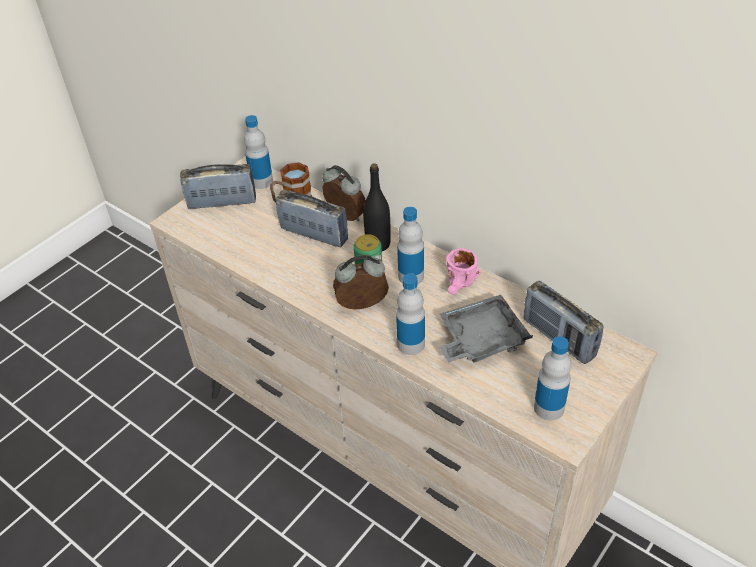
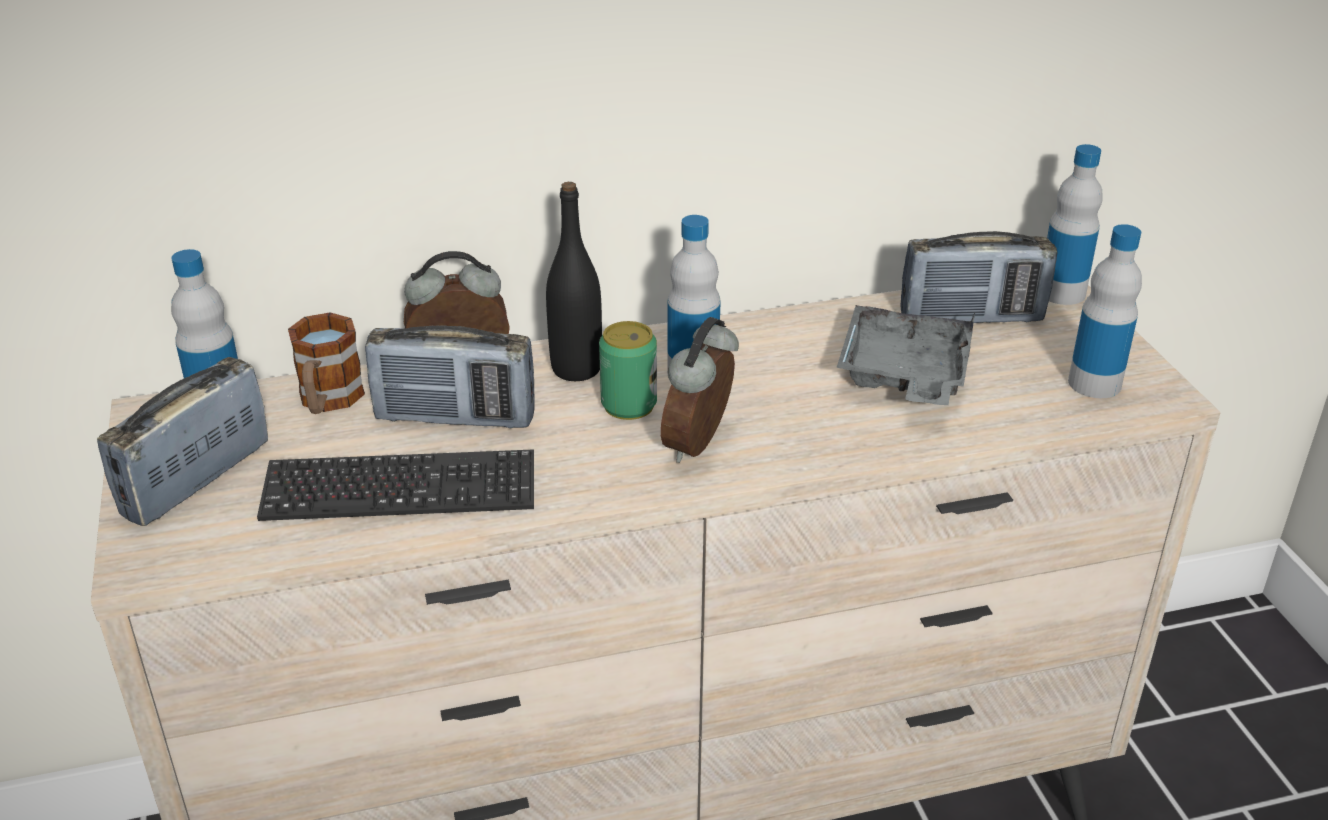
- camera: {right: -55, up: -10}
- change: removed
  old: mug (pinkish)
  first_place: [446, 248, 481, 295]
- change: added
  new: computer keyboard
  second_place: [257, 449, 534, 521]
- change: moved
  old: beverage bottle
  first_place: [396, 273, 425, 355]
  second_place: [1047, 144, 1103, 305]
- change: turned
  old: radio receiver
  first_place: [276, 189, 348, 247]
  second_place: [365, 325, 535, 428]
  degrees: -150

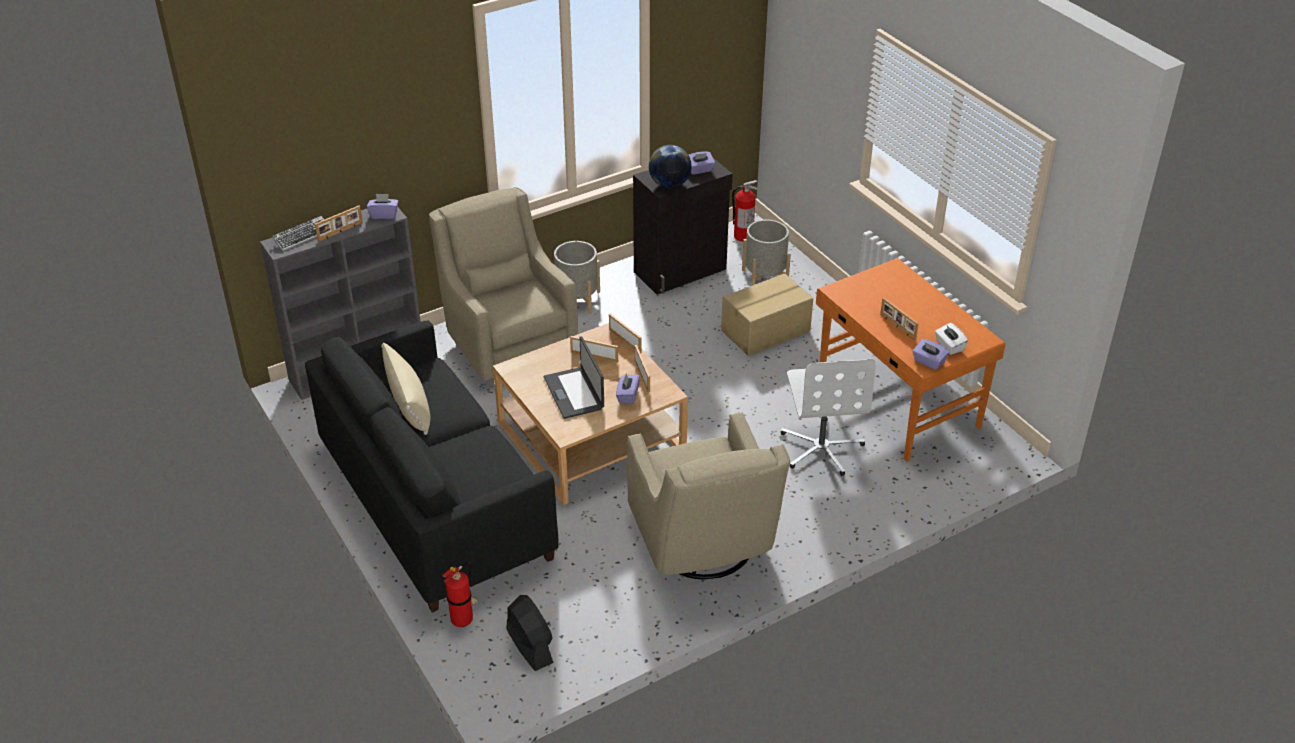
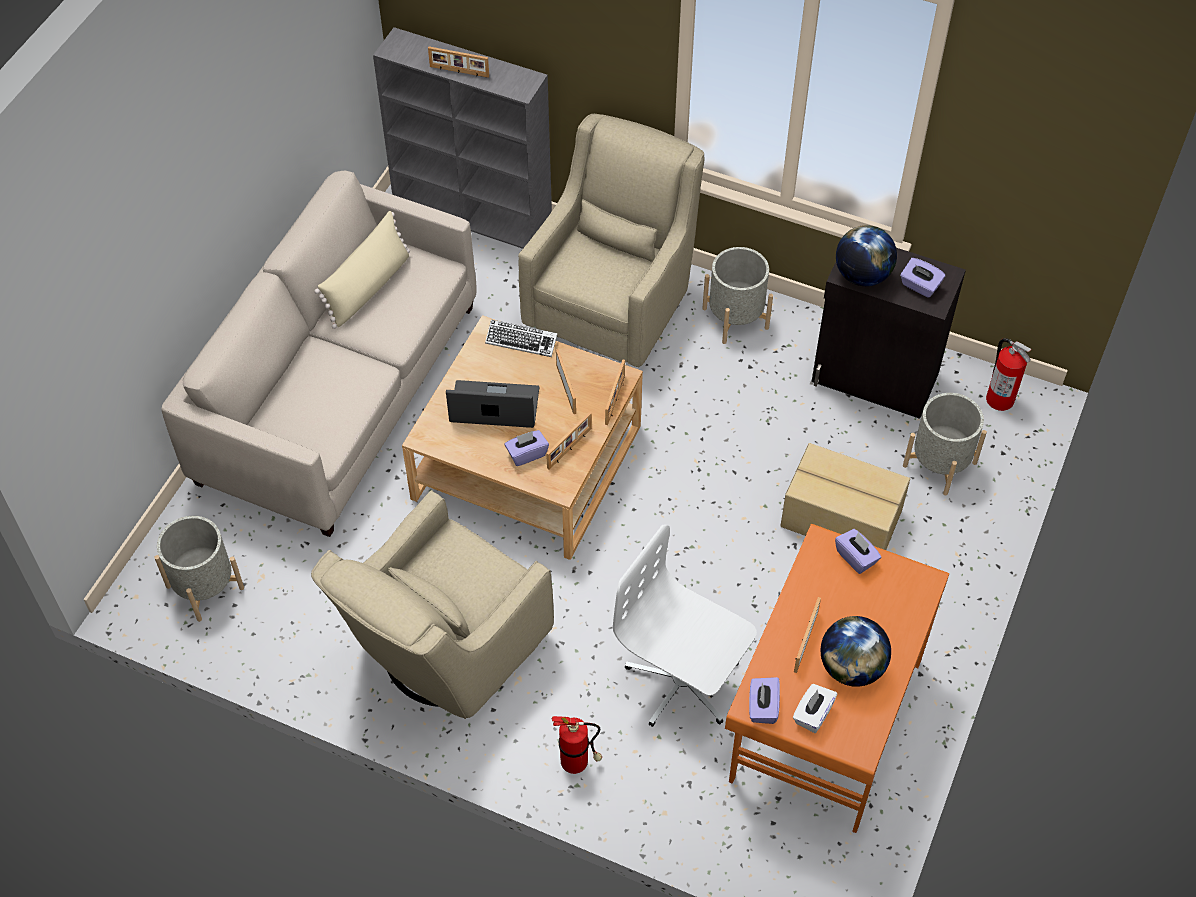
- camera: {right: 55, up: 15}
- change: added
  new: desk globe
  second_place: [821, 616, 891, 687]
- change: moved
  old: computer keyboard
  first_place: [272, 216, 324, 251]
  second_place: [485, 320, 557, 357]
- change: moved
  old: tissue box (purple)
  first_place: [367, 194, 399, 219]
  second_place: [835, 529, 881, 574]
- change: moved
  old: extinguisher
  first_place: [442, 562, 477, 627]
  second_place: [552, 716, 602, 774]
- change: replaced
  old: cooling fan (black)
  new: flower pot (greyish)
  first_place: [506, 595, 554, 671]
  second_place: [154, 516, 244, 622]
- change: recoloured
  old: sofa (black)
  new: sofa (beige-coloured)
  first_place: [305, 320, 559, 613]
  second_place: [161, 171, 477, 537]
- change: turned
  old: portable computer
  first_place: [544, 336, 604, 419]
  second_place: [446, 380, 539, 428]
  degrees: 60
- change: turned
  old: computer chair (white)
  first_place: [781, 359, 876, 476]
  second_place: [613, 524, 757, 727]
  degrees: 75

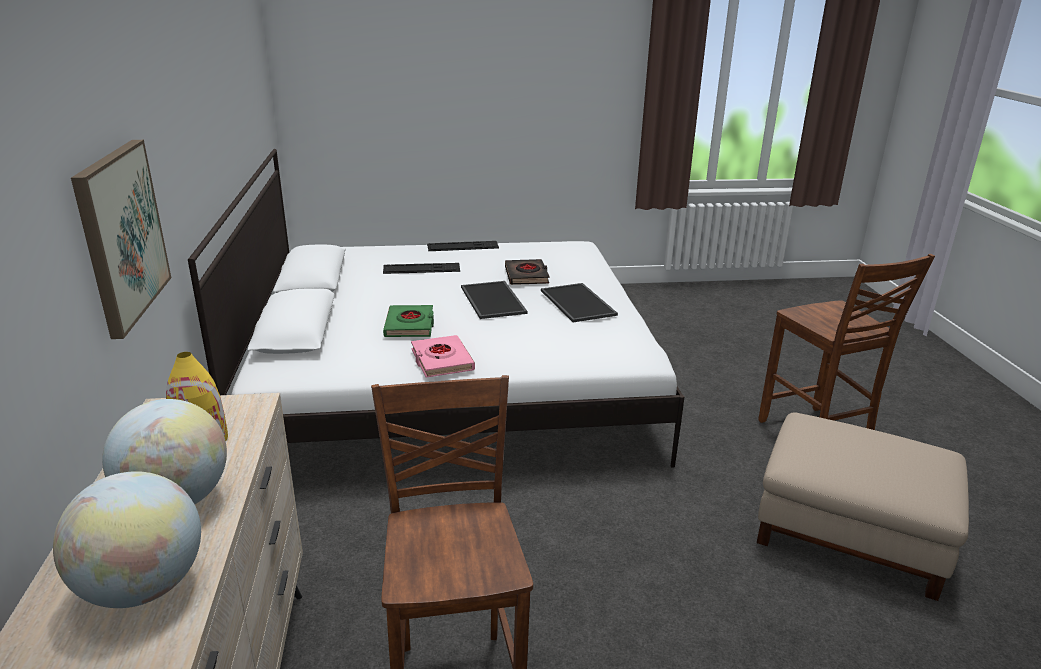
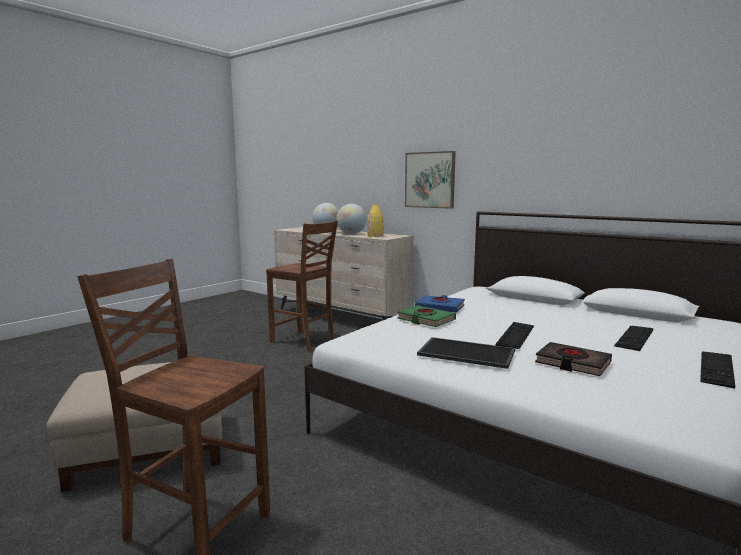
- camera: {right: 135, up: -15}
- change: moved
  old: bound book (greenish)
  first_place: [383, 305, 434, 337]
  second_place: [397, 305, 456, 327]
- change: replaced
  old: serving tray
  new: computer keyboard
  first_place: [461, 281, 527, 319]
  second_place: [496, 322, 534, 349]
- change: recoloured
  old: bound book (pinkish)
  new: bound book (blue)
  first_place: [411, 335, 475, 378]
  second_place: [415, 295, 465, 313]

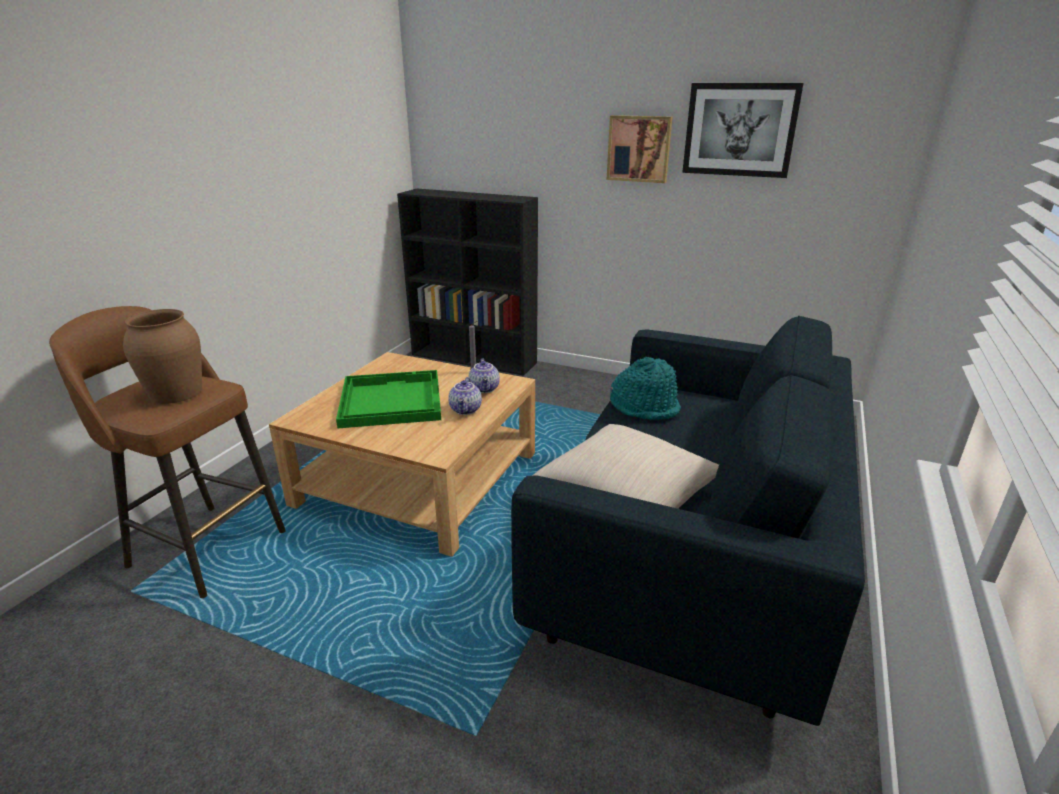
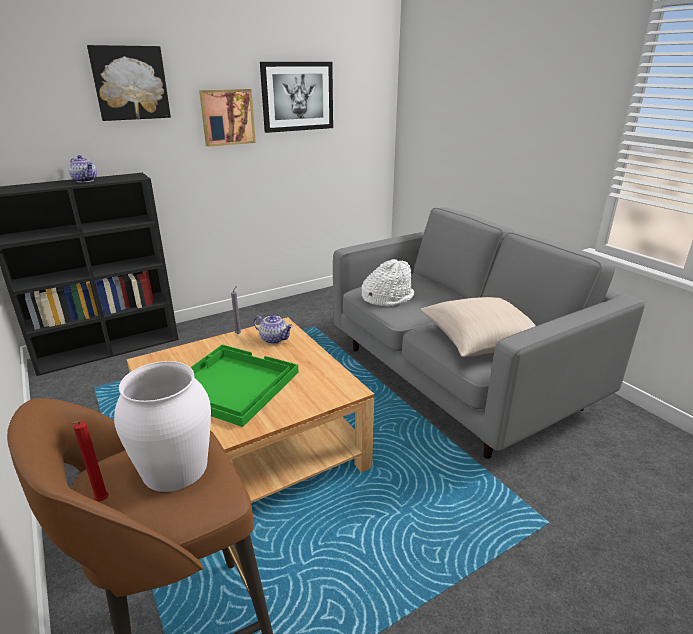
- camera: {right: -55, up: 0}
- change: added
  new: wax light (red-coloured)
  second_place: [71, 421, 109, 502]
- change: added
  new: wall picture
  second_place: [87, 45, 171, 121]
- change: moved
  old: teapot
  first_place: [448, 377, 482, 415]
  second_place: [68, 155, 97, 183]
- change: recoloured
  old: flower vase (brown-coloured)
  new: flower vase (white)
  first_place: [123, 309, 202, 404]
  second_place: [114, 361, 211, 492]
- change: recoloured
  old: sofa (blue)
  new: sofa (greyish)
  first_place: [511, 316, 865, 726]
  second_place: [333, 207, 645, 459]
- change: recoloured
  old: hat (blue-green)
  new: hat (white)
  first_place: [610, 357, 681, 420]
  second_place: [362, 259, 414, 306]

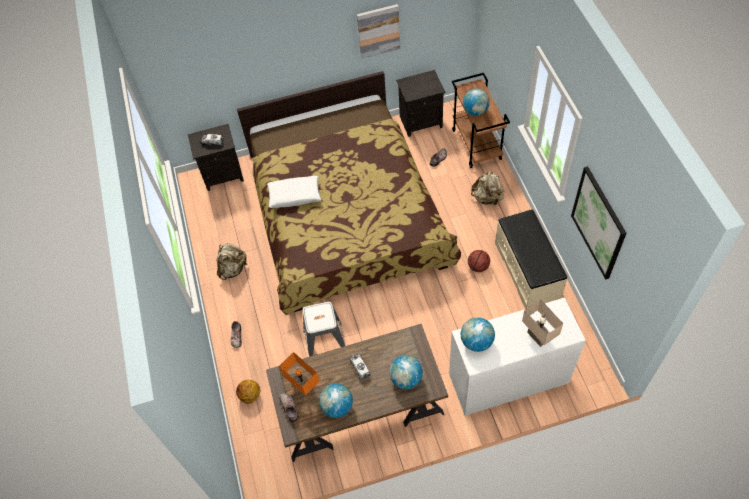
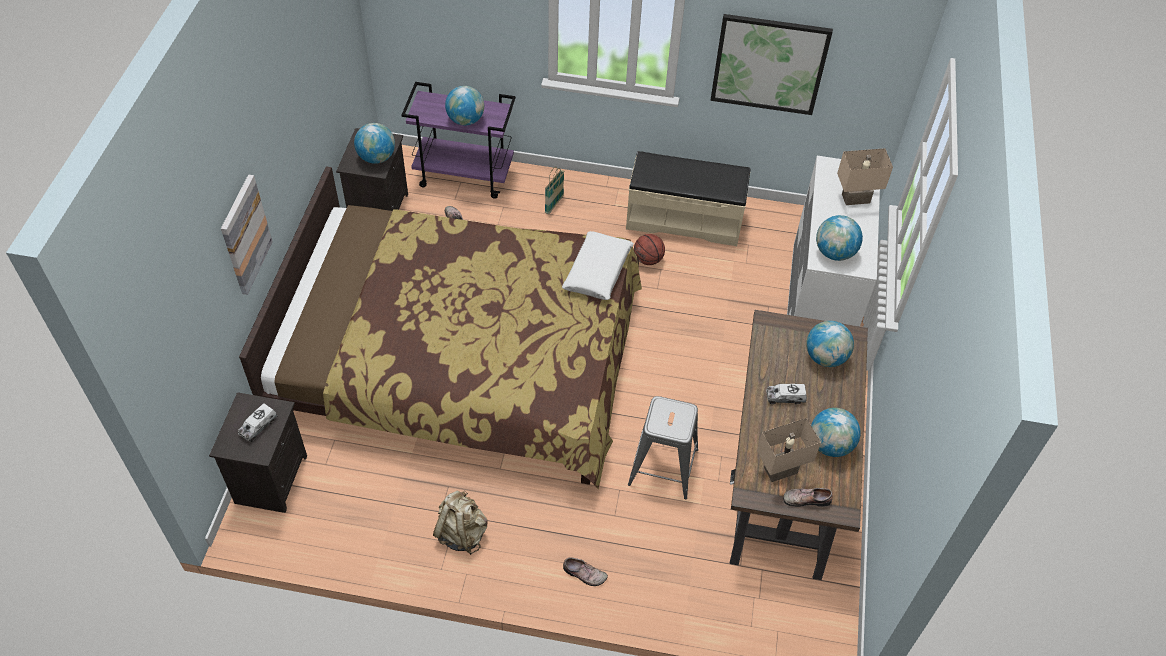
- camera: {right: -70, up: -5}
- change: removed
  old: basketball ball
  first_place: [236, 380, 260, 404]
- change: added
  new: desk globe
  second_place: [354, 123, 395, 164]
- change: moved
  old: throw pillow (white)
  first_place: [267, 176, 321, 208]
  second_place: [562, 231, 634, 300]
- change: moved
  old: wall picture
  first_place: [357, 4, 400, 59]
  second_place: [221, 175, 273, 295]
- change: replaced
  old: backpack (beige-coloured)
  new: storage basket
  first_place: [471, 170, 505, 206]
  second_place: [545, 166, 564, 214]
- change: recoloured
  old: tabletop lamp (orange)
  new: tabletop lamp (beige-coloured)
  first_place: [279, 352, 320, 396]
  second_place: [757, 418, 821, 482]
- change: recoloured
  old: trolley (brown-coloured)
  new: trolley (purple)
  first_place: [452, 73, 510, 168]
  second_place: [401, 82, 516, 198]

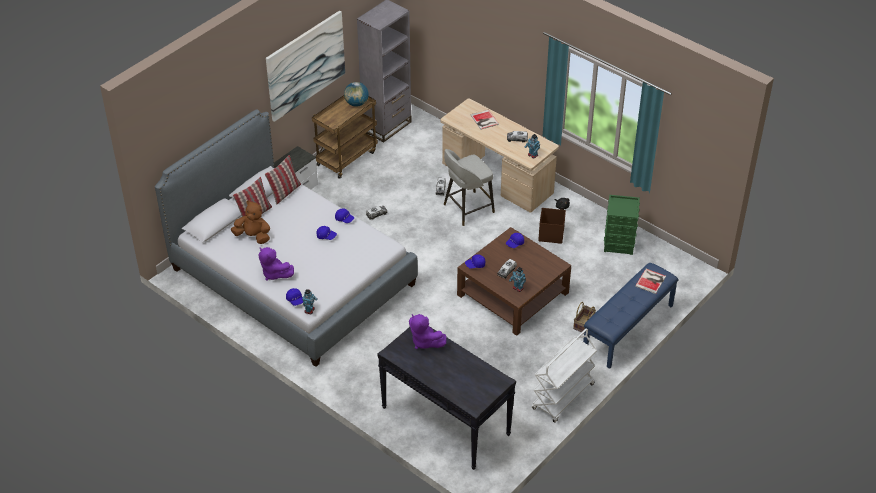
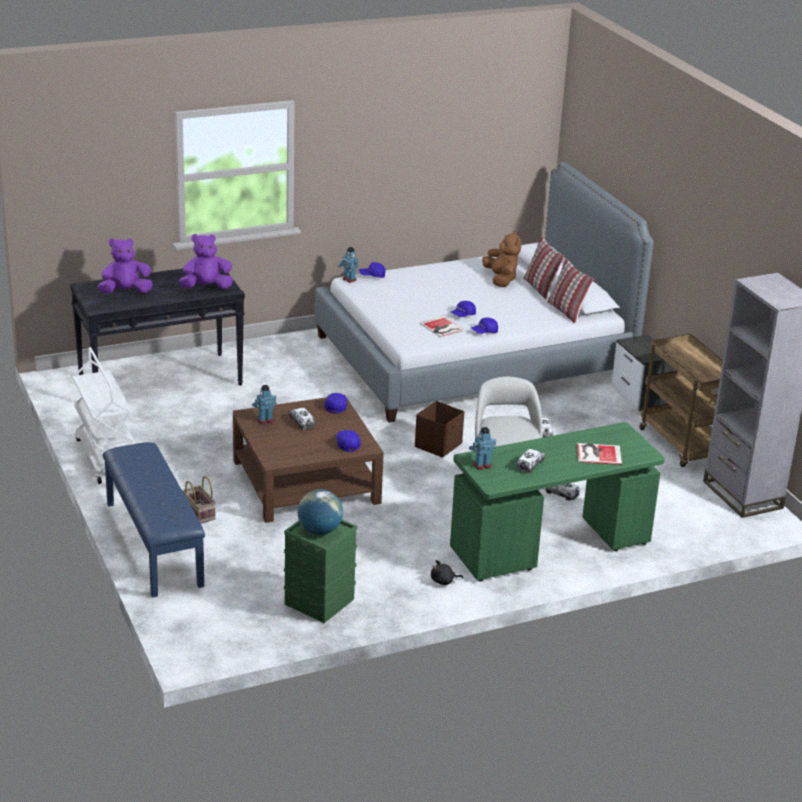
- camera: {right: 115, up: -15}
- change: removed
  old: wall picture
  first_place: [266, 10, 345, 122]
- change: moved
  old: plush toy (purple)
  first_place: [258, 247, 294, 281]
  second_place: [98, 238, 153, 293]
- change: moved
  old: desk globe
  first_place: [344, 82, 369, 107]
  second_place: [297, 489, 343, 535]
- change: moved
  old: storage bin (brown-coloured)
  first_place: [538, 208, 566, 244]
  second_place: [415, 401, 464, 458]
- change: moved
  old: bound book
  first_place: [635, 269, 666, 294]
  second_place: [419, 316, 465, 338]
- change: recoloured
  old: desk unit (beige-coloured)
  new: desk unit (greenish)
  first_place: [441, 98, 559, 213]
  second_place: [450, 422, 665, 581]
- change: turned
  old: plush toy (brown-coloured)
  first_place: [230, 200, 270, 244]
  second_place: [482, 230, 521, 287]
  degrees: -60

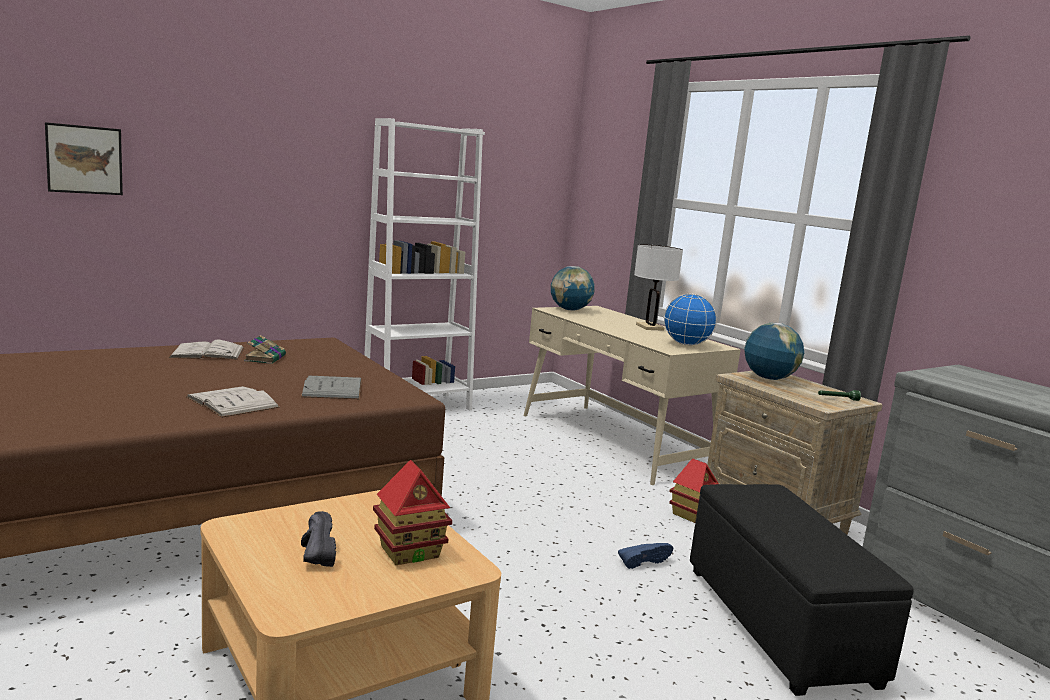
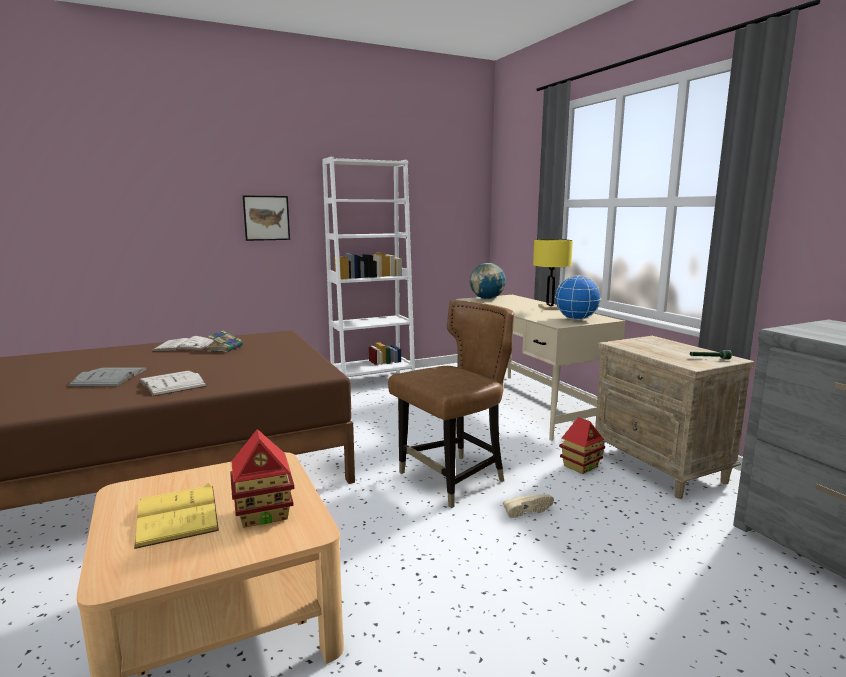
- camera: {right: 10, up: 0}
- change: removed
  old: pouffe (black)
  first_place: [690, 484, 913, 696]
- change: removed
  old: desk globe
  first_place: [744, 323, 804, 380]
- change: added
  new: plain chair (brown-coloured)
  second_place: [388, 300, 514, 508]
- change: moved
  old: wall picture
  first_place: [45, 122, 123, 195]
  second_place: [243, 195, 290, 241]
- change: moved
  old: bound book (greyish)
  first_place: [301, 376, 362, 399]
  second_place: [67, 367, 148, 387]
- change: replaced
  old: item of footwear (black)
  new: bound book (yellowish)
  first_place: [301, 511, 336, 567]
  second_place: [134, 483, 219, 549]
- change: recoloured
  old: item of footwear (blue)
  new: item of footwear (beige-coloured)
  first_place: [618, 543, 673, 569]
  second_place: [503, 494, 554, 518]
- change: recoloured
  old: tabletop lamp (white)
  new: tabletop lamp (yellowish)
  first_place: [634, 244, 683, 331]
  second_place: [533, 239, 573, 310]

